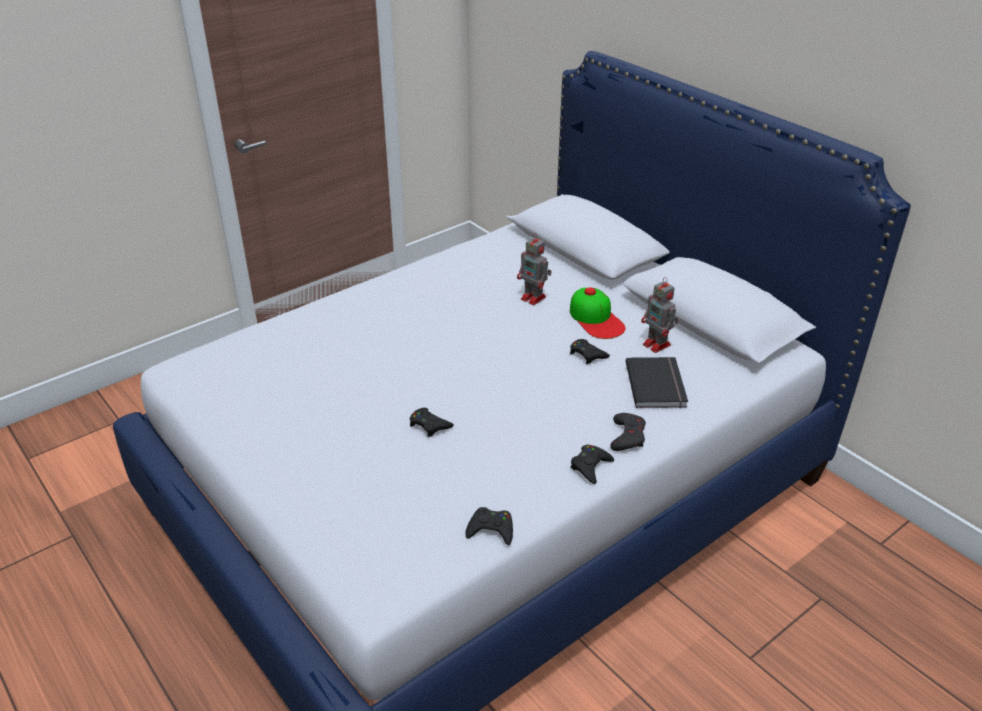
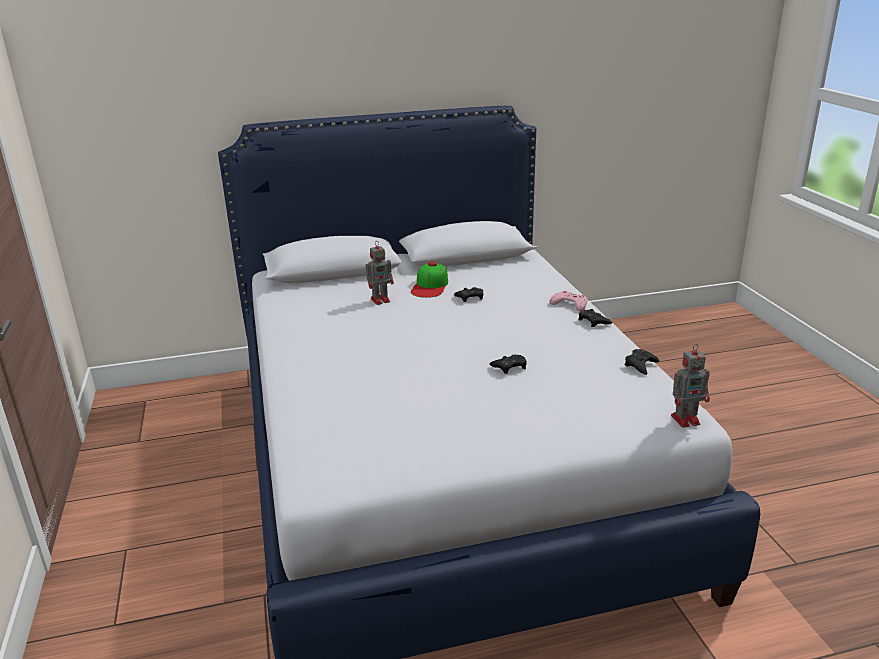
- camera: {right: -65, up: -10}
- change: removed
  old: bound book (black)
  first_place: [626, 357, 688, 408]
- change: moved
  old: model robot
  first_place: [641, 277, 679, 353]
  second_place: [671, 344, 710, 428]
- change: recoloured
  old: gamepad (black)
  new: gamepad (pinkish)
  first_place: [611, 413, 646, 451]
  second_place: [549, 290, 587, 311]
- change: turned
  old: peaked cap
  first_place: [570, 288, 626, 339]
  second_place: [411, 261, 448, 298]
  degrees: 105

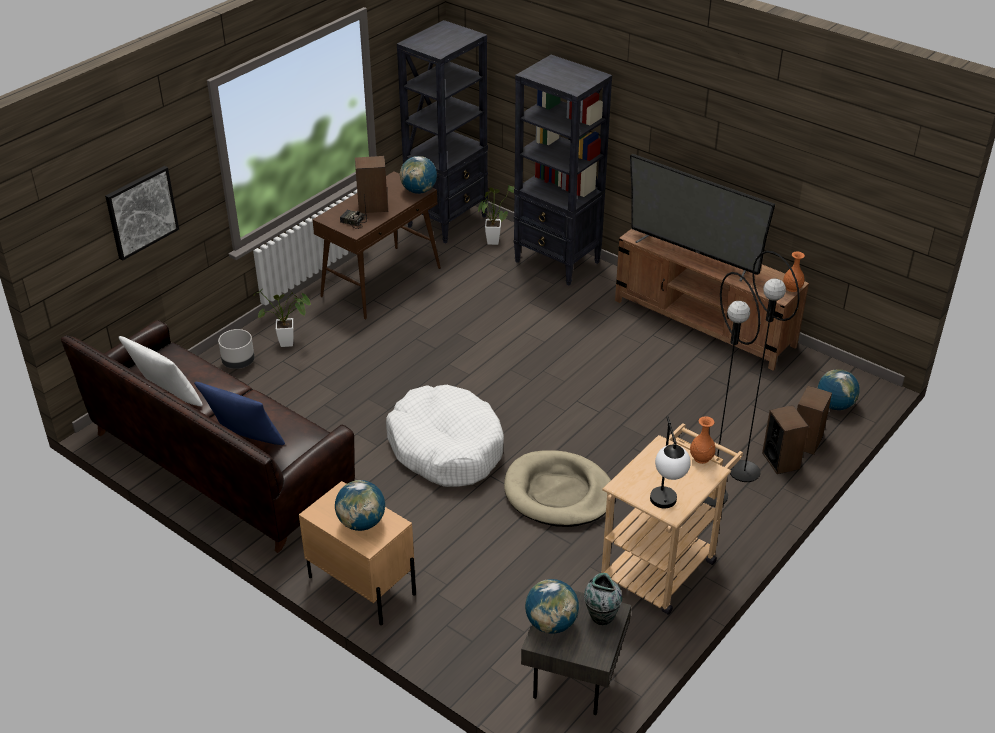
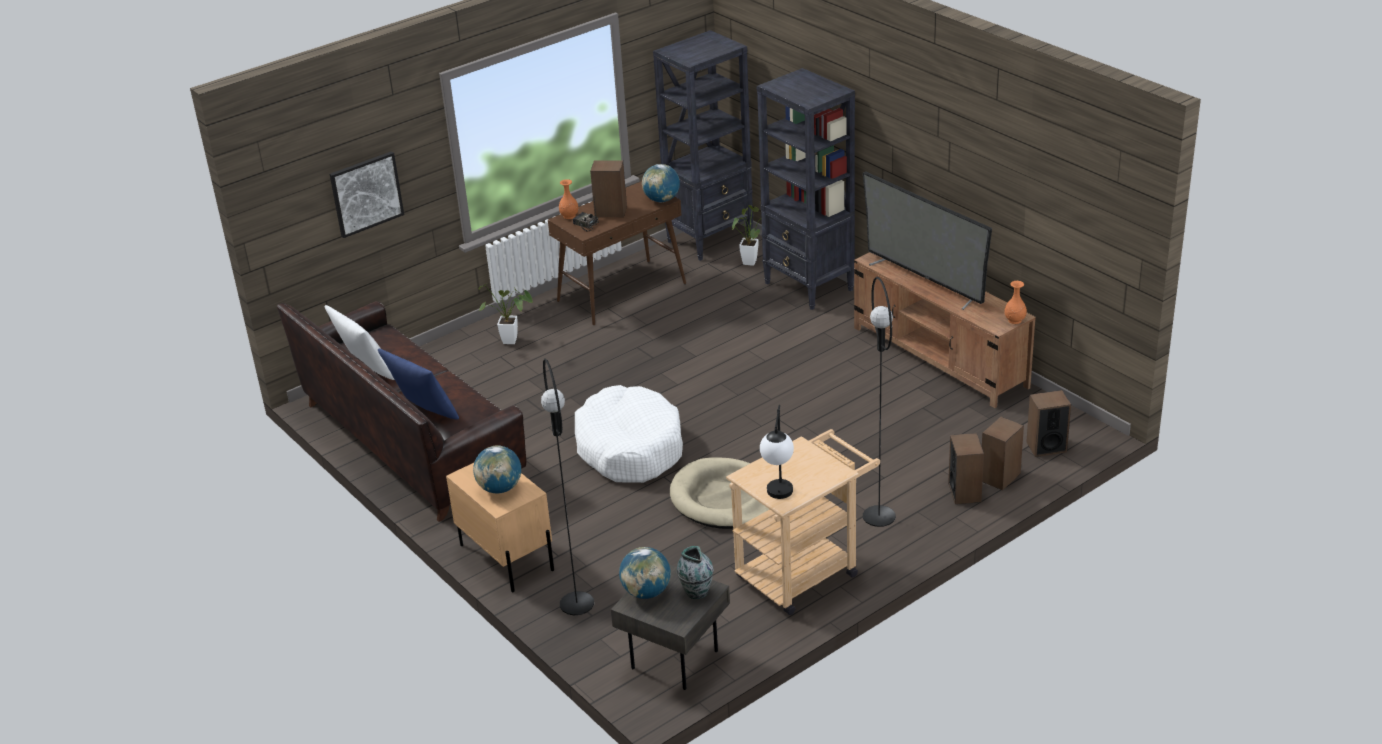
- camera: {right: 15, up: -5}
- change: removed
  old: flower pot (greyish)
  first_place: [218, 329, 255, 369]
- change: moved
  old: flower vase (orange)
  first_place: [690, 416, 716, 464]
  second_place: [559, 179, 578, 219]
- change: moved
  old: floor lamp (black)
  first_place: [730, 251, 800, 482]
  second_place: [541, 359, 594, 615]
- change: replaced
  old: desk globe
  new: speaker
  first_place: [817, 369, 860, 410]
  second_place: [1026, 390, 1071, 457]

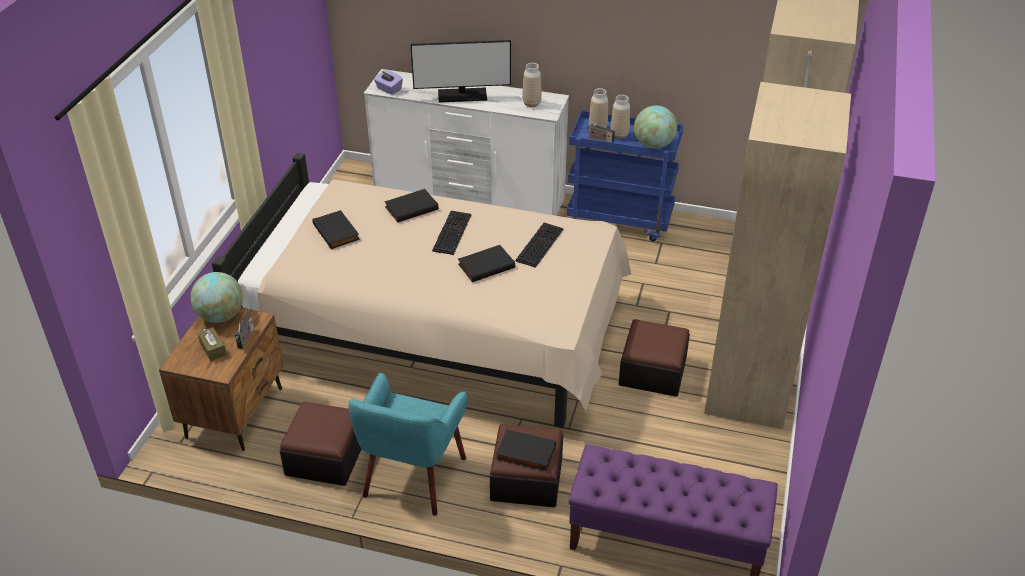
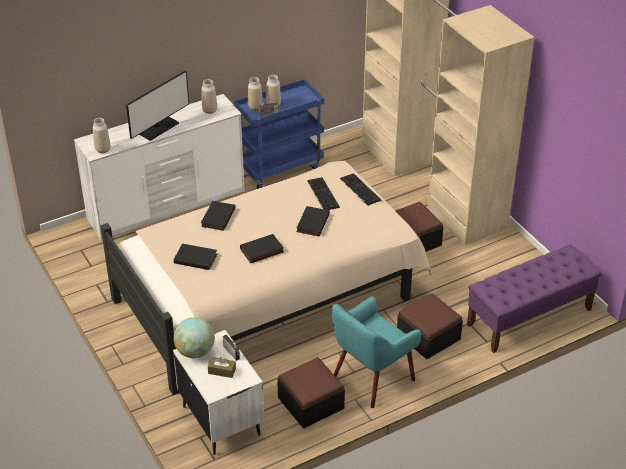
- camera: {right: -45, up: 0}
- change: removed
  old: desk globe
  first_place: [634, 106, 677, 149]
- change: moved
  old: computer keyboard
  first_place: [432, 211, 472, 255]
  second_place: [340, 173, 381, 206]
- change: moved
  old: bound book (black)
  first_place: [496, 429, 556, 471]
  second_place: [240, 234, 284, 263]
- change: replaced
  old: tissue box (purple)
  new: flower vase
  first_place: [374, 70, 403, 95]
  second_place: [93, 118, 110, 153]
- change: recoloured
  old: night table (brown-coloured)
  new: night table (white)
  first_place: [159, 308, 284, 451]
  second_place: [173, 330, 264, 455]
- change: turned
  old: easy chair (blue-green)
  first_place: [349, 373, 468, 516]
  second_place: [332, 296, 422, 408]
  degrees: 75

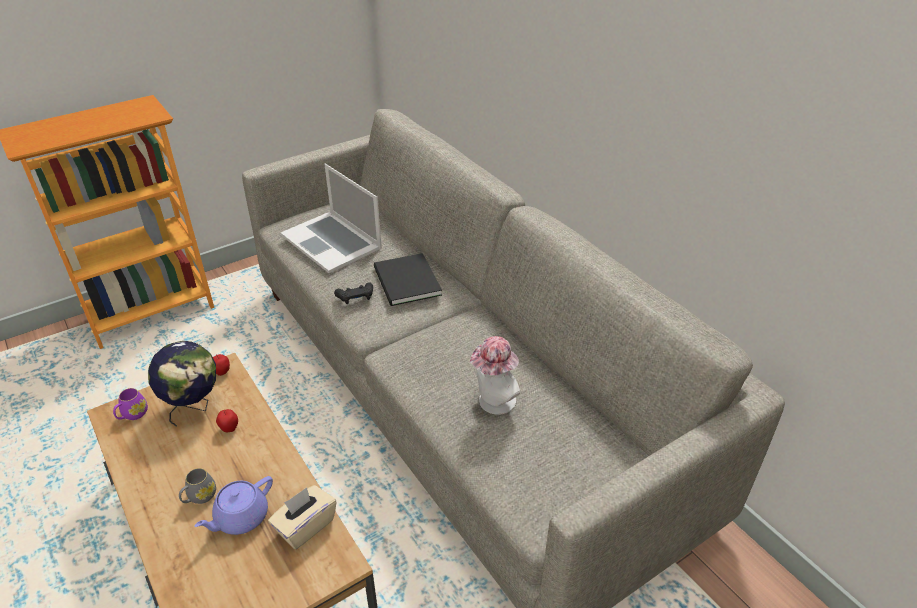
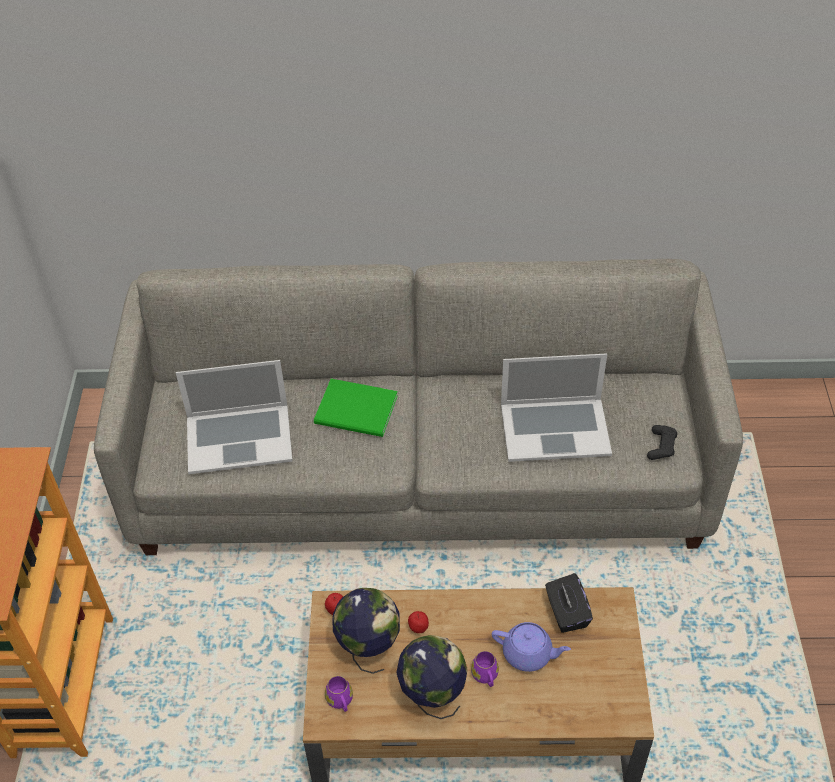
- camera: {right: -55, up: 10}
- change: added
  new: desk globe
  second_place: [396, 635, 468, 719]
- change: moved
  old: gamepad (black)
  first_place: [334, 282, 373, 304]
  second_place: [647, 425, 678, 460]
- change: replaced
  old: hat
  new: portable computer
  first_place: [470, 336, 520, 415]
  second_place: [501, 353, 612, 462]
- change: recoloured
  old: mug (greyish)
  new: mug (purple)
  first_place: [179, 468, 216, 504]
  second_place: [471, 651, 499, 687]
- change: recoloured
  old: tissue box (beige-coloured)
  new: tissue box (black)
  first_place: [268, 485, 337, 549]
  second_place: [545, 573, 593, 633]
- change: recoloured
  old: bound book (black)
  new: bound book (greenish)
  first_place: [374, 253, 442, 306]
  second_place: [314, 379, 398, 437]
- change: turned
  old: teapot (purple)
  first_place: [195, 476, 273, 535]
  second_place: [492, 622, 571, 672]
  degrees: -60

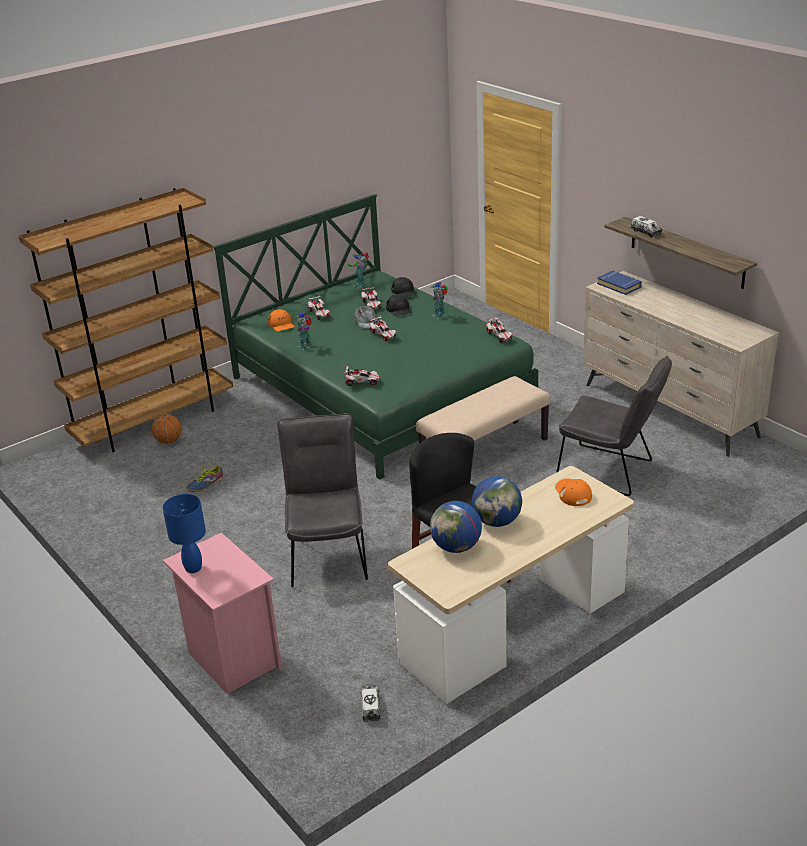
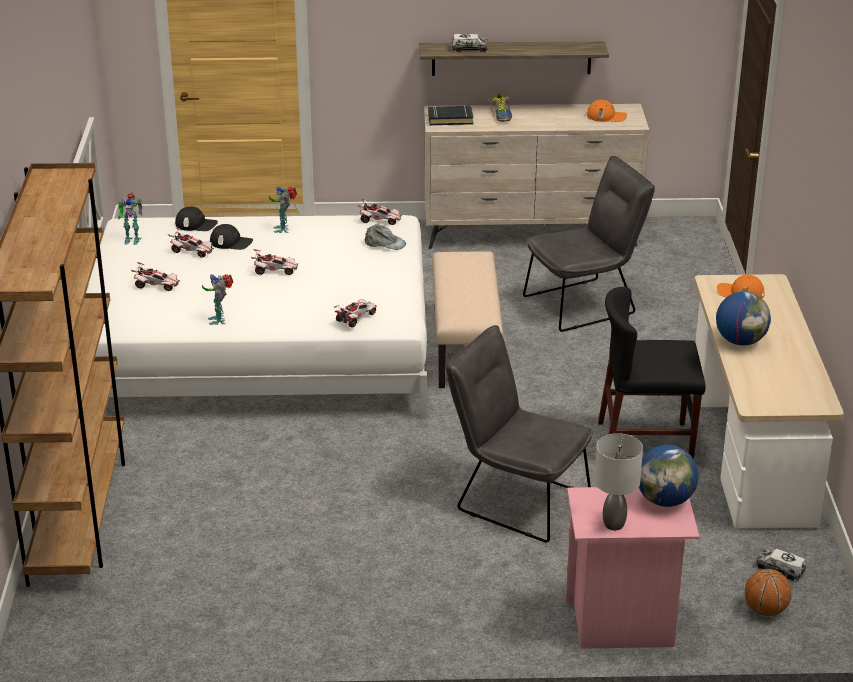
- camera: {right: -55, up: 0}
- change: moved
  old: basketball ball
  first_place: [151, 414, 182, 444]
  second_place: [745, 569, 792, 616]
- change: moved
  old: item of footwear
  first_place: [186, 464, 223, 492]
  second_place: [489, 93, 512, 122]
- change: moved
  old: peaked cap (orange)
  first_place: [268, 309, 295, 331]
  second_place: [587, 100, 627, 122]
- change: moved
  old: peaked cap (greyish)
  first_place: [354, 306, 378, 329]
  second_place: [364, 224, 406, 250]
- change: moved
  old: desk globe
  first_place: [430, 501, 482, 553]
  second_place: [639, 445, 699, 507]
- change: recoloured
  old: tabletop lamp (blue)
  new: tabletop lamp (greyish)
  first_place: [163, 494, 206, 573]
  second_place: [594, 433, 643, 530]
- change: recoloured
  old: sleeping bed (greenish)
  new: sleeping bed (white)
  first_place: [213, 194, 538, 479]
  second_place: [73, 117, 427, 420]
- change: recoloured
  old: bound book (blue)
  new: bound book (black)
  first_place: [597, 271, 642, 295]
  second_place: [428, 105, 474, 125]

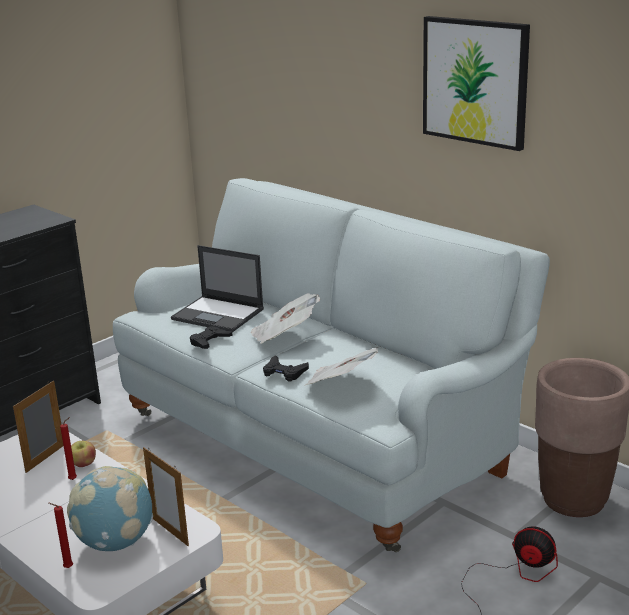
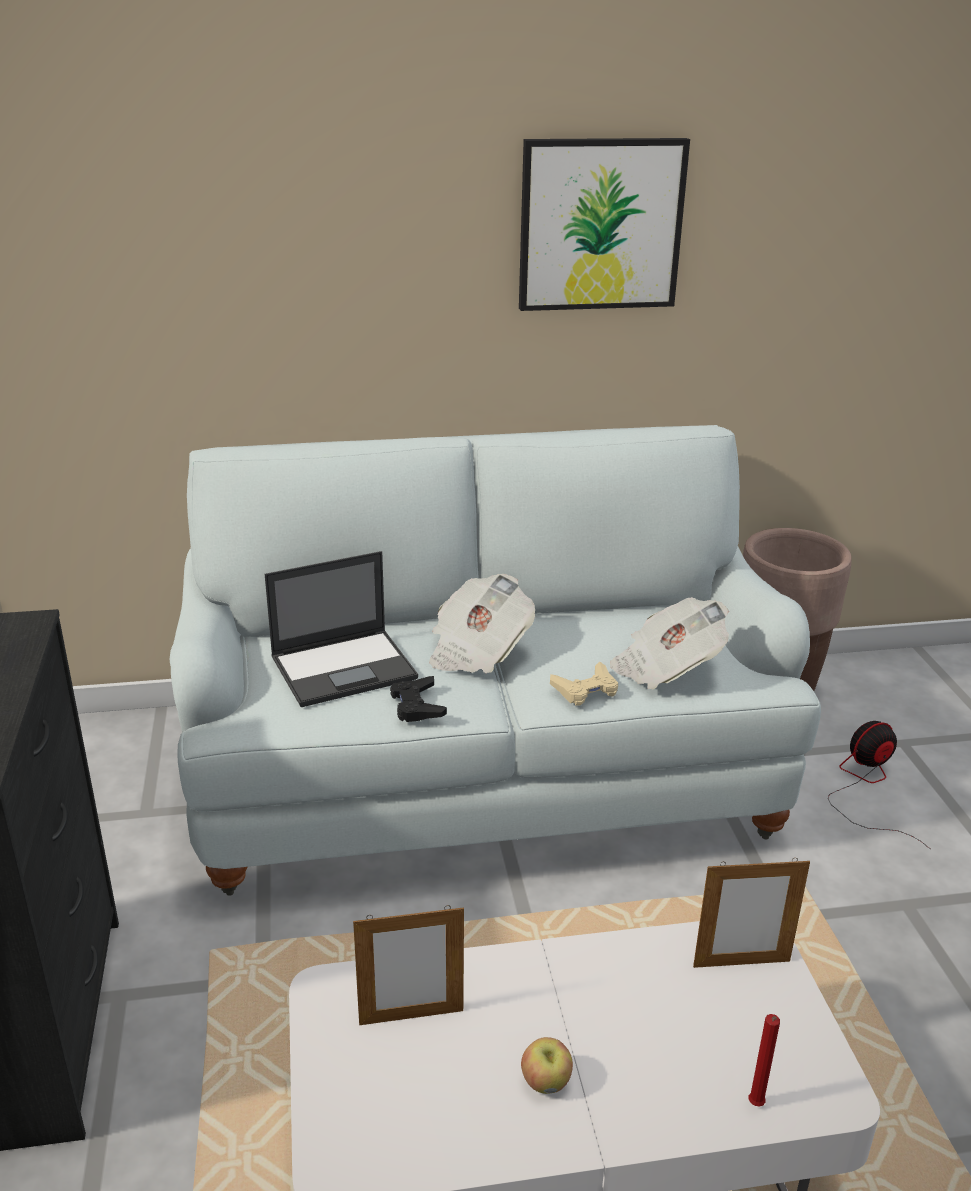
- camera: {right: -55, up: 5}
- change: removed
  old: wax light (red-coloured)
  first_place: [60, 417, 77, 480]
- change: removed
  old: desk globe
  first_place: [67, 466, 153, 551]
- change: moved
  old: apple fruit
  first_place: [71, 441, 96, 467]
  second_place: [521, 1037, 573, 1094]
- change: recoloured
  old: gamepad (black)
  new: gamepad (beige-coloured)
  first_place: [263, 355, 309, 382]
  second_place: [550, 662, 618, 706]
- change: turned
  old: picture frame
  first_place: [13, 381, 63, 473]
  second_place: [353, 905, 464, 1025]
  degrees: -75

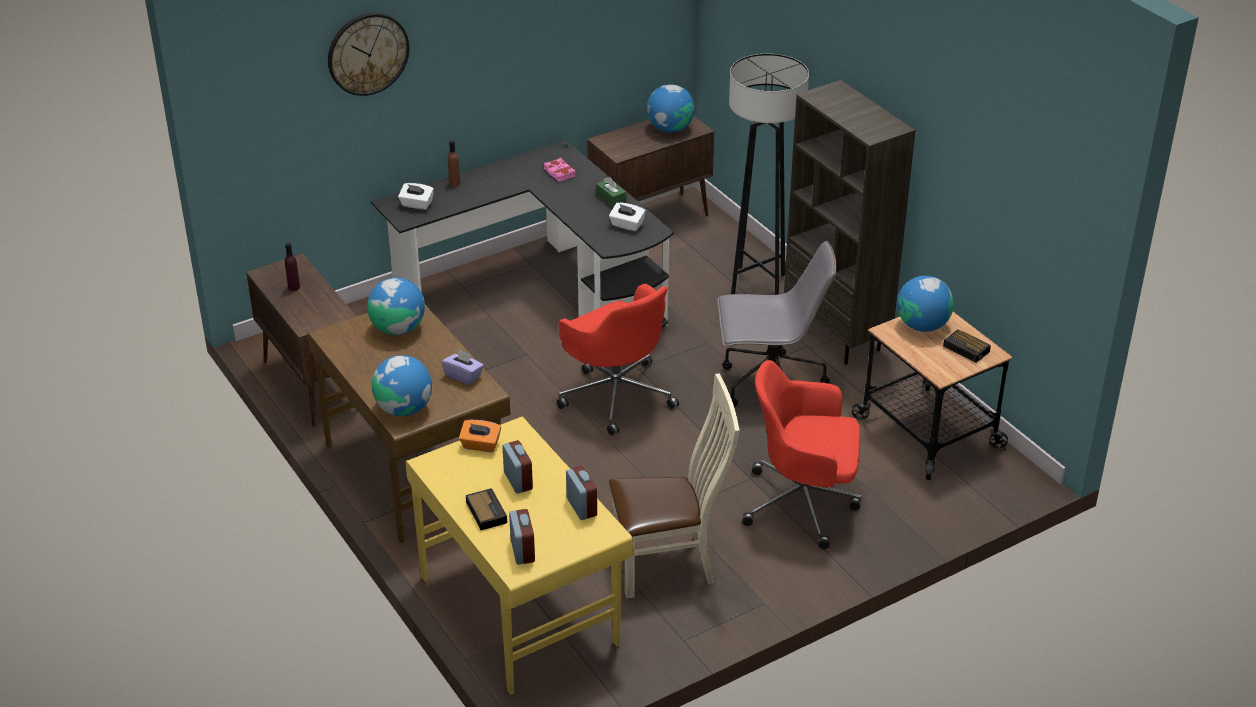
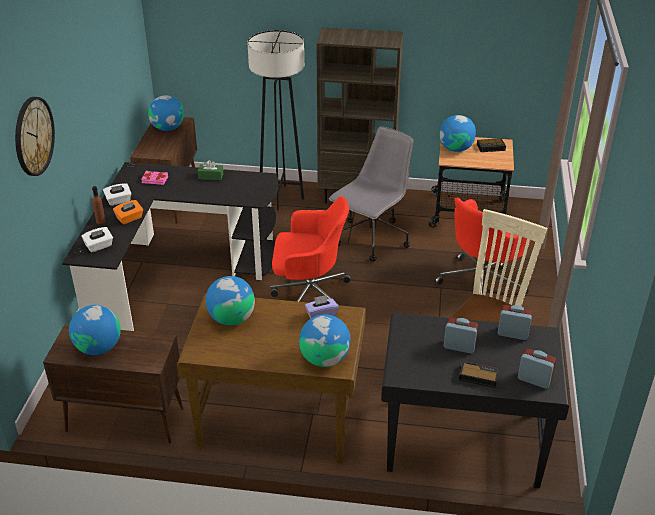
- camera: {right: -50, up: 0}
- change: moved
  old: tissue box (orange)
  first_place: [459, 420, 501, 452]
  second_place: [113, 200, 143, 225]
- change: moved
  old: tissue box (white)
  first_place: [609, 203, 646, 231]
  second_place: [103, 183, 132, 206]
- change: replaced
  old: beverage bottle (purple)
  new: desk globe
  first_place: [285, 242, 300, 291]
  second_place: [69, 305, 121, 355]
- change: recoloured
  old: desk unit (yellowish)
  new: desk unit (black)
  first_place: [406, 417, 633, 695]
  second_place: [381, 313, 569, 489]

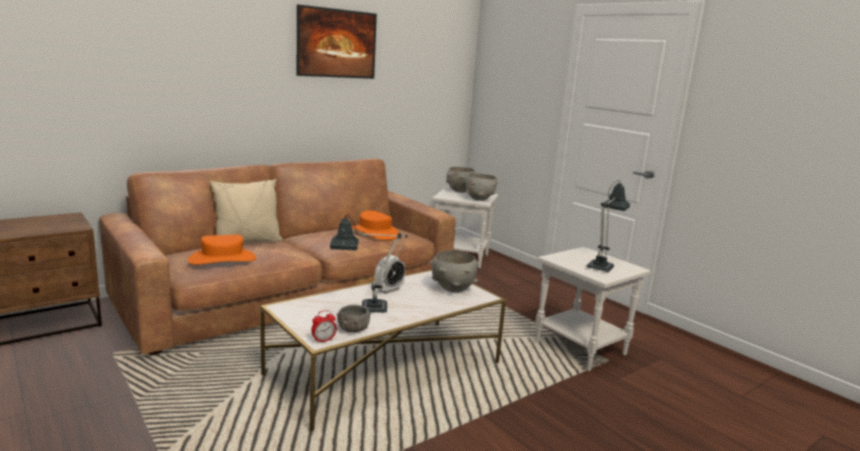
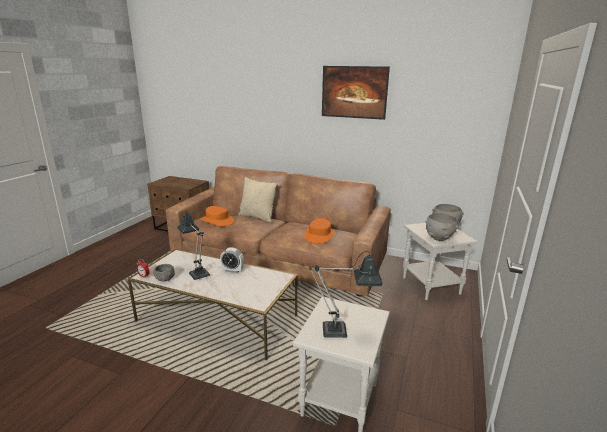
- camera: {right: 60, up: 5}
- change: removed
  old: bowl (greyish)
  first_place: [430, 250, 479, 293]

